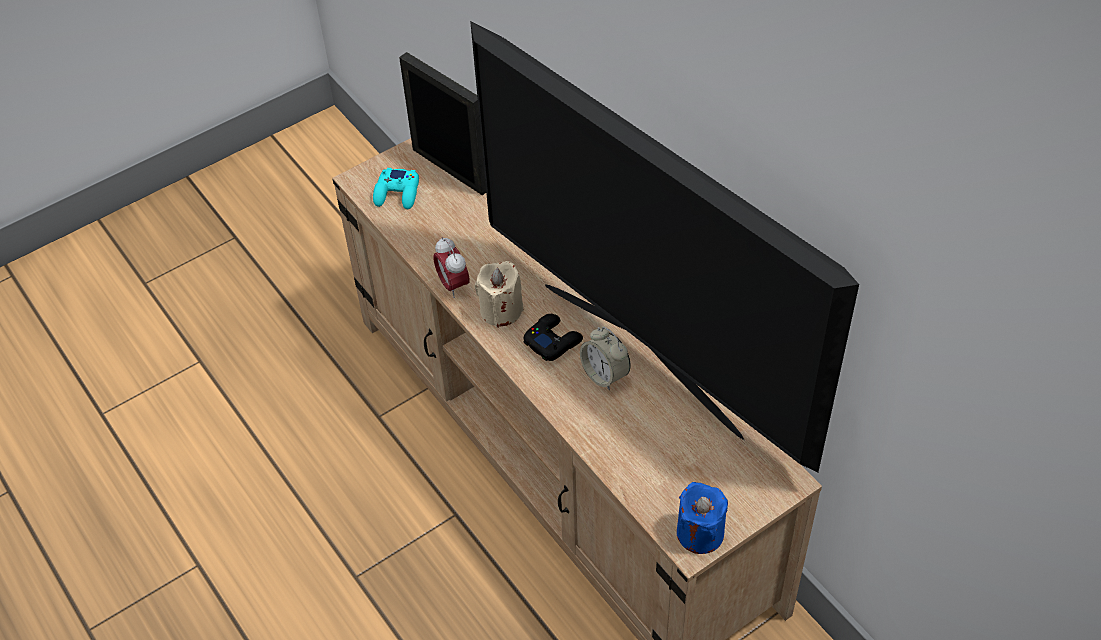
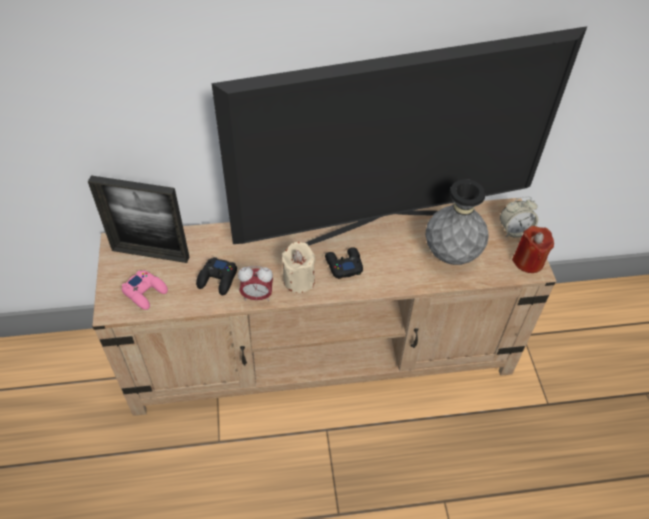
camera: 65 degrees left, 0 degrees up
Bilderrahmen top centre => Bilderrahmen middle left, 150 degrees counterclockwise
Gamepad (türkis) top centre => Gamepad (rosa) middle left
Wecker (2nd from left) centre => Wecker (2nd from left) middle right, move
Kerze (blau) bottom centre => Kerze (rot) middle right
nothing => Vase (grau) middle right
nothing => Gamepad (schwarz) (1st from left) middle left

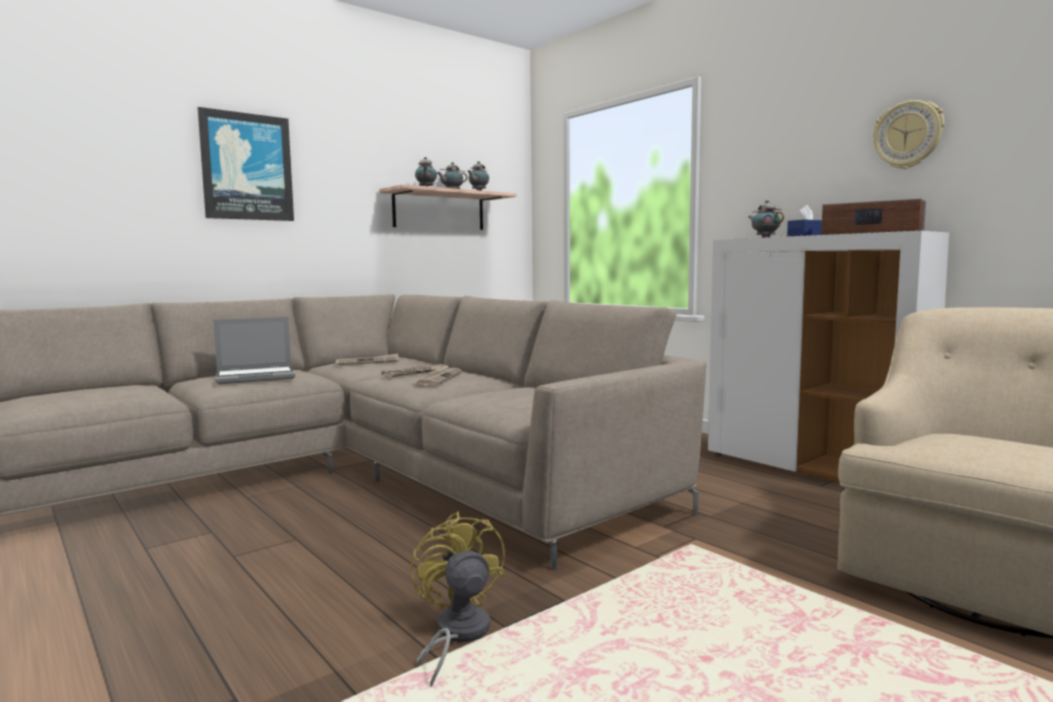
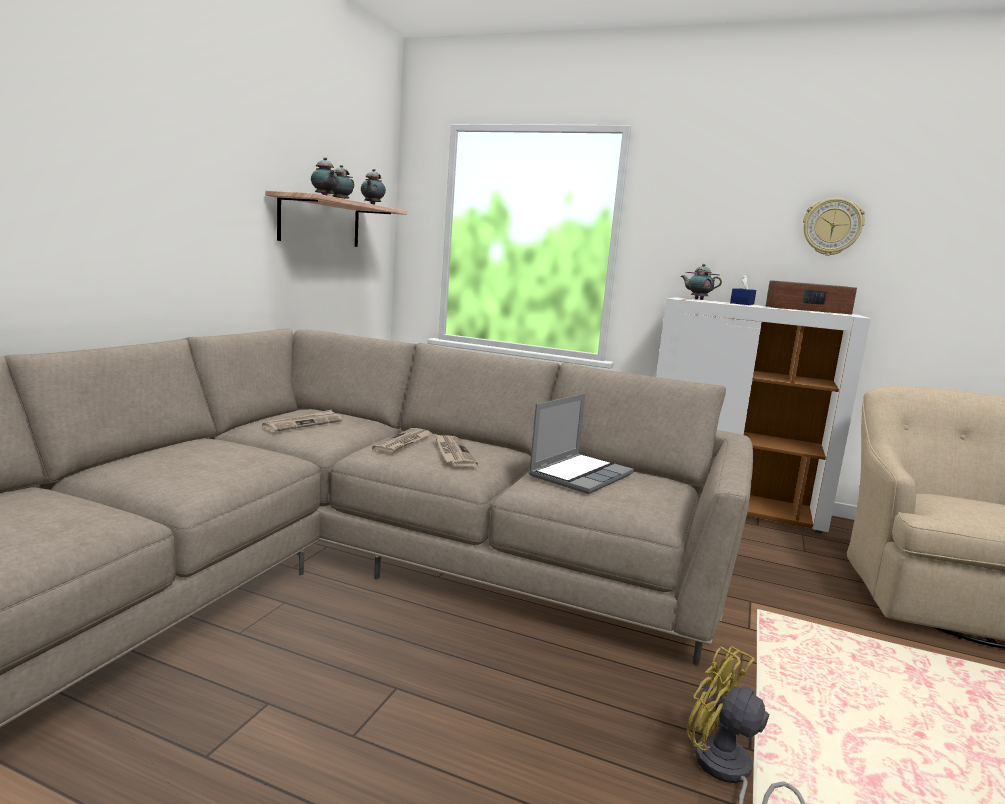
camera: 30 degrees left, 5 degrees up
Bild top left => nothing
Laptop middle left => Laptop centre, move

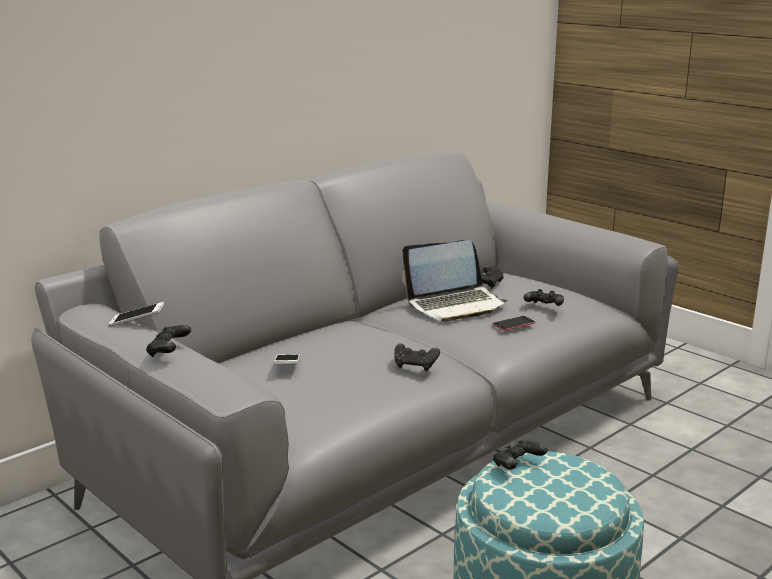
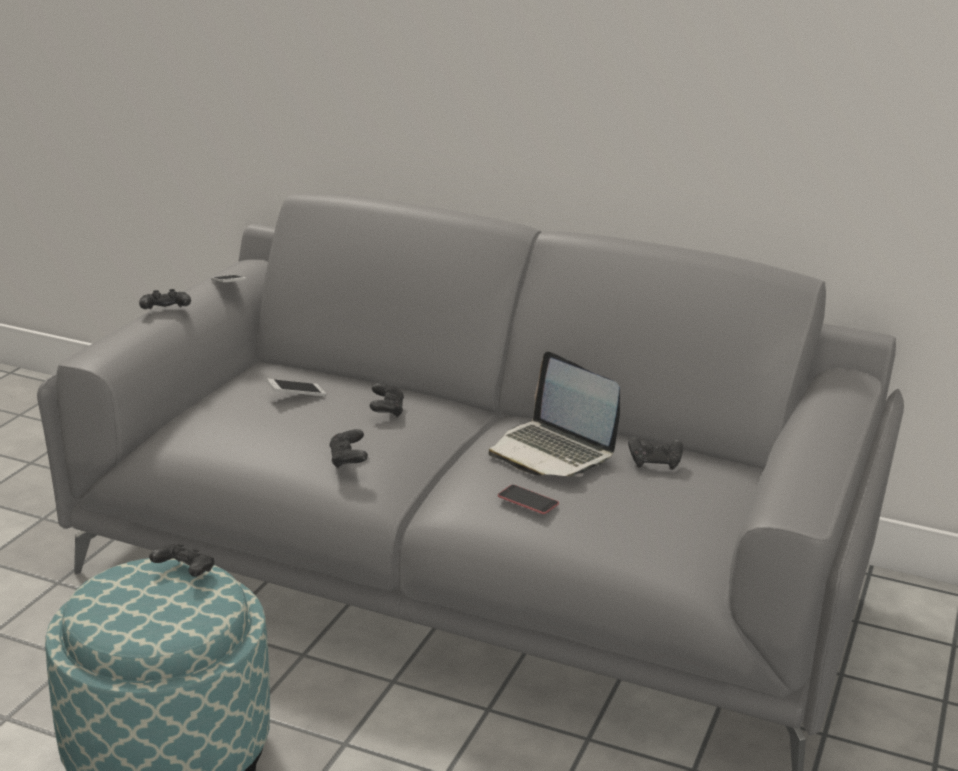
camera: 65 degrees right, 5 degrees up
Gamepad (schwarz) (5th from left in the first image) middle right => Gamepad (schwarz) (4th from left) centre, move

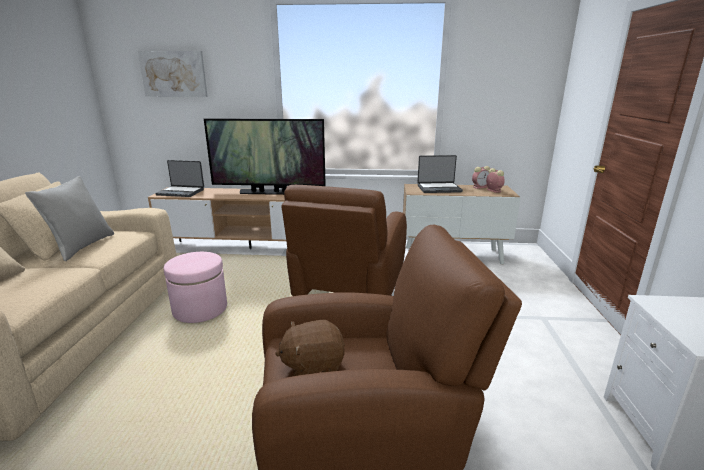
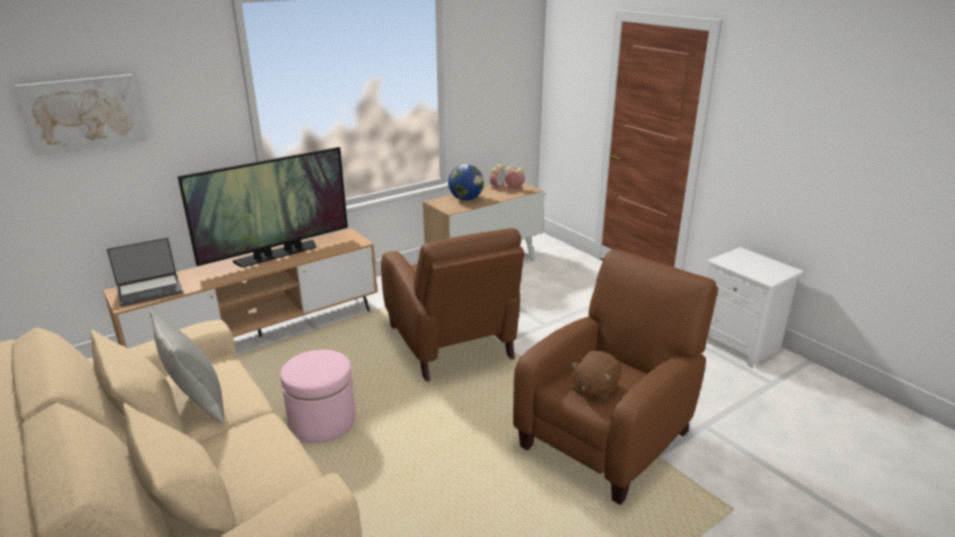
camera: 40 degrees left, 5 degrees up
Laptop (2nd from left) centre => Globus centre

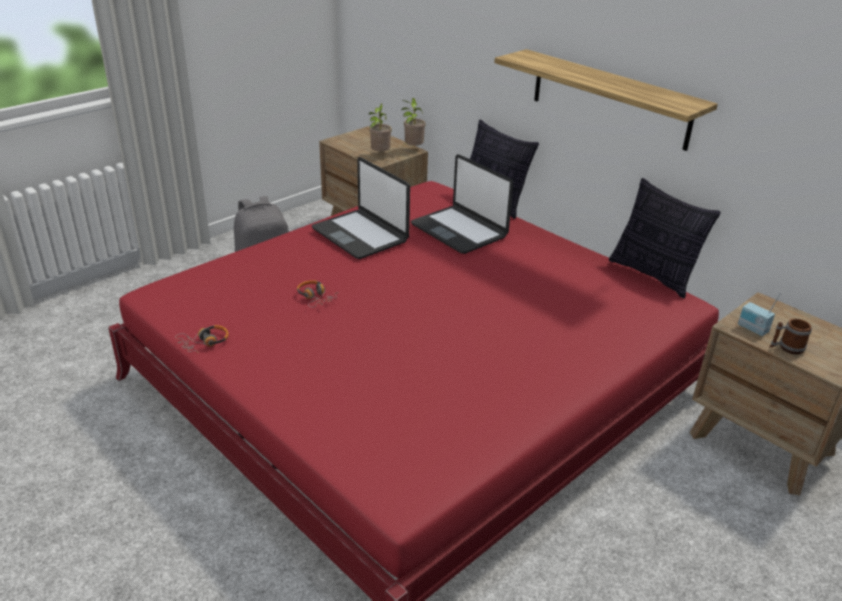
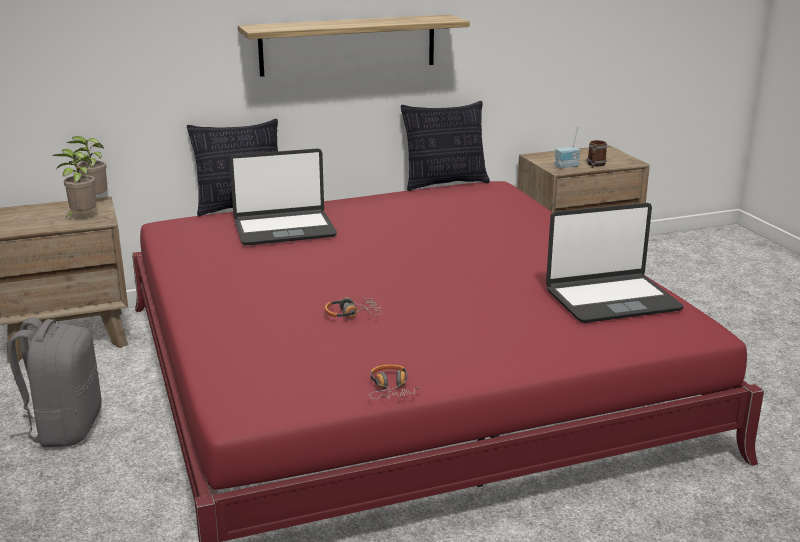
camera: 65 degrees left, 10 degrees down
Laptop (1st from left in the first image) centre => Laptop (2nd from left) middle right, move

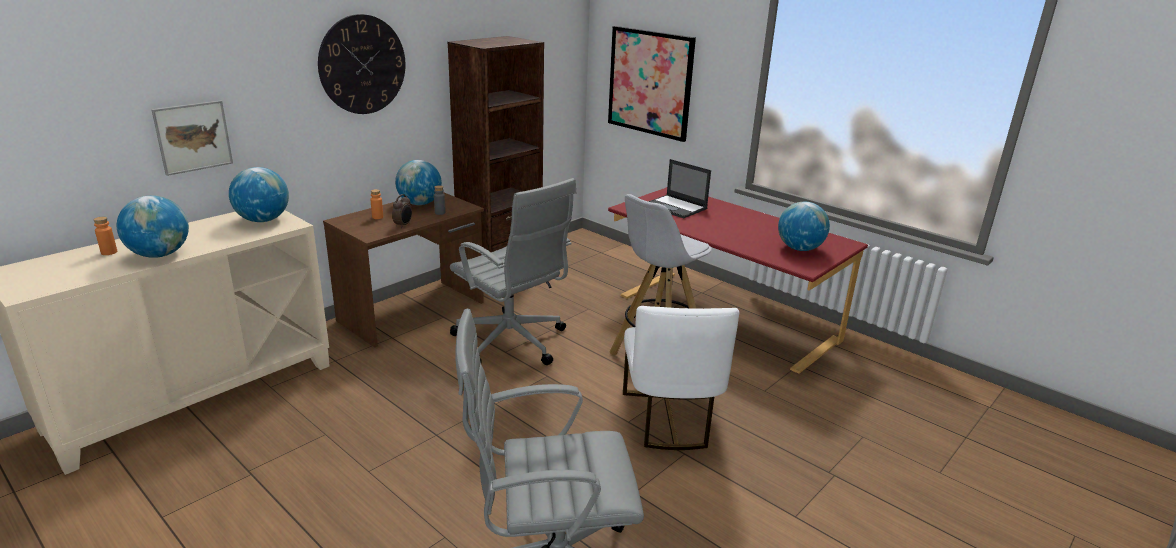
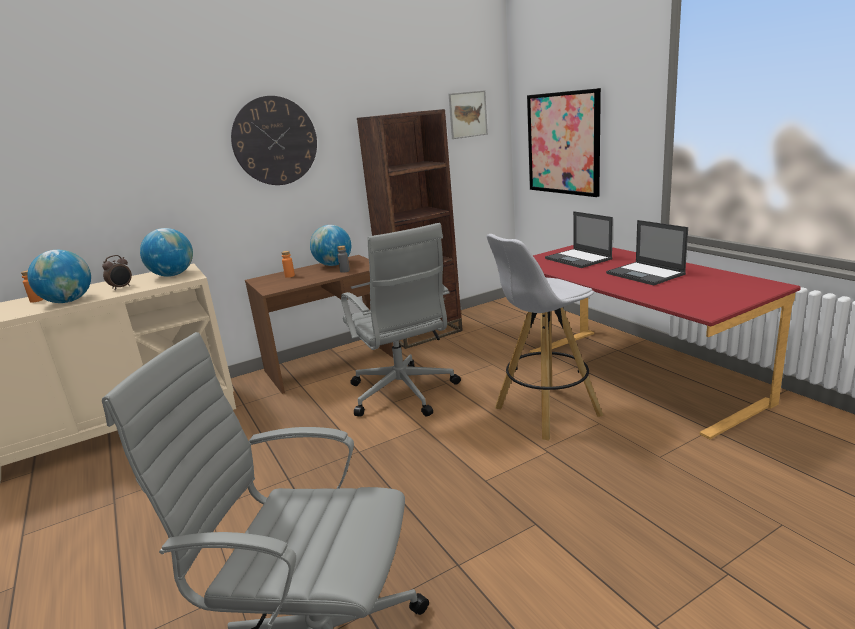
camera: 20 degrees right, 5 degrees down
Bild (1st from left) top left => Bild (1st from left) top centre, move
Wecker centre => Wecker middle left, move
Globus (4th from left) middle right => nothing
Stuhl (weiß) bottom centre => nothing
nothing => Laptop (2nd from left) middle right

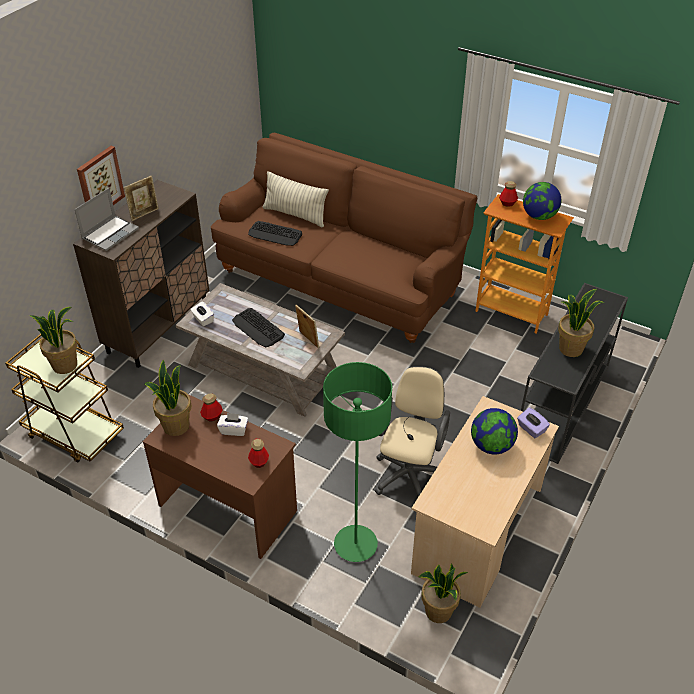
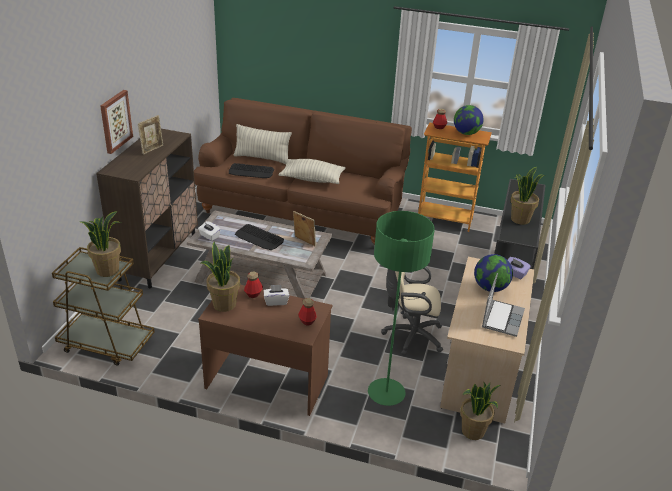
camera: 15 degrees left, 10 degrees down
Laptop top left => Laptop middle right, move
Bürostuhl (beige) centre, 90 degrees counterclockwise
nothing => Kissen (2nd from left) centre

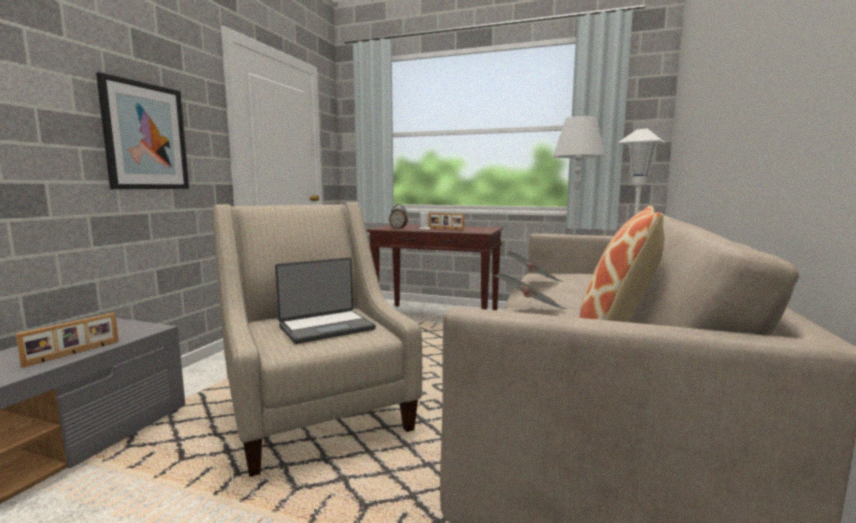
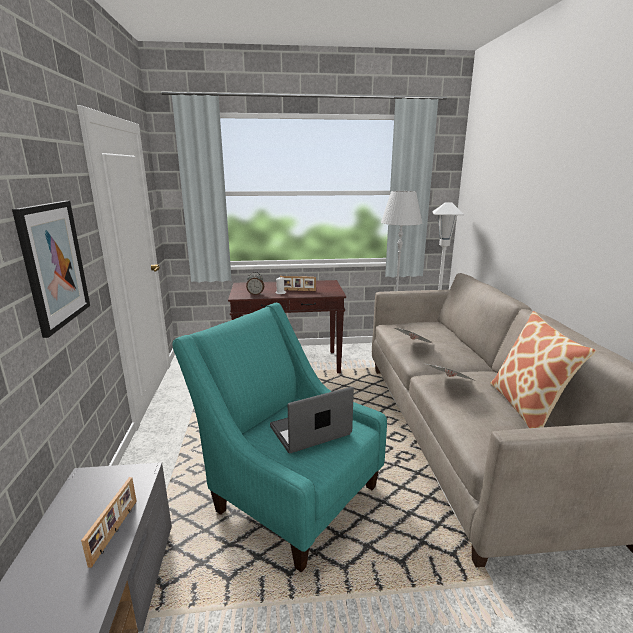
camera: 25 degrees left, 10 degrees up
Sessel (beige) centre => Sessel (türkis) bottom centre
Laptop centre, 150 degrees counterclockwise

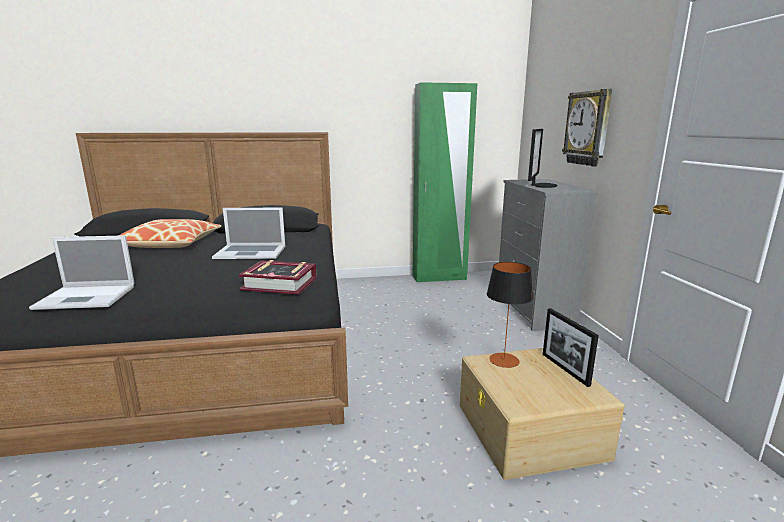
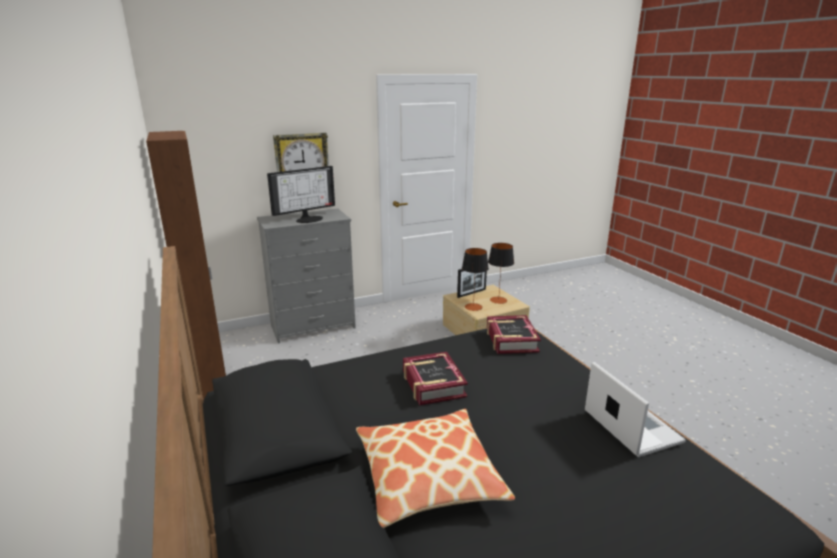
camera: 105 degrees left, 5 degrees up
Kleiderschrank (grün) centre => Kleiderschrank (braun) middle left
Monitor top right => Monitor centre, 135 degrees clockwise
Laptop (2nd from left) middle left => Buch (1st from left) bottom centre
nothing => Tischlampe (2nd from left) centre

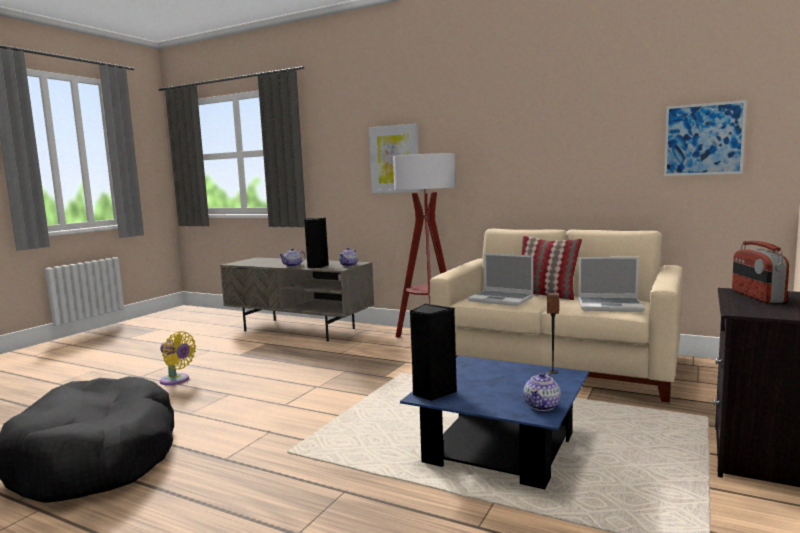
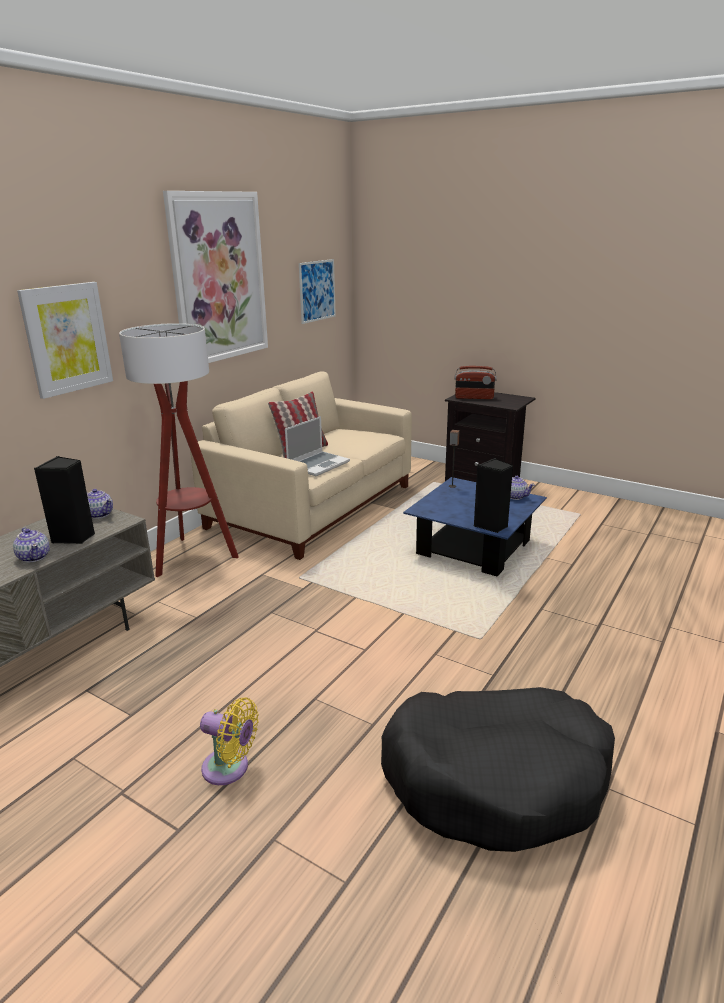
camera: 85 degrees left, 15 degrees up
Laptop (2nd from left) middle right => nothing
Ventilator (gelb) bottom left, 75 degrees clockwise
nothing => Bild (2nd from left) top left

